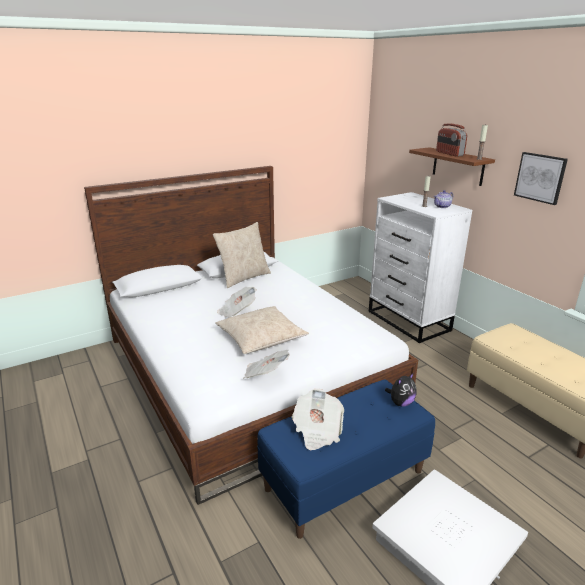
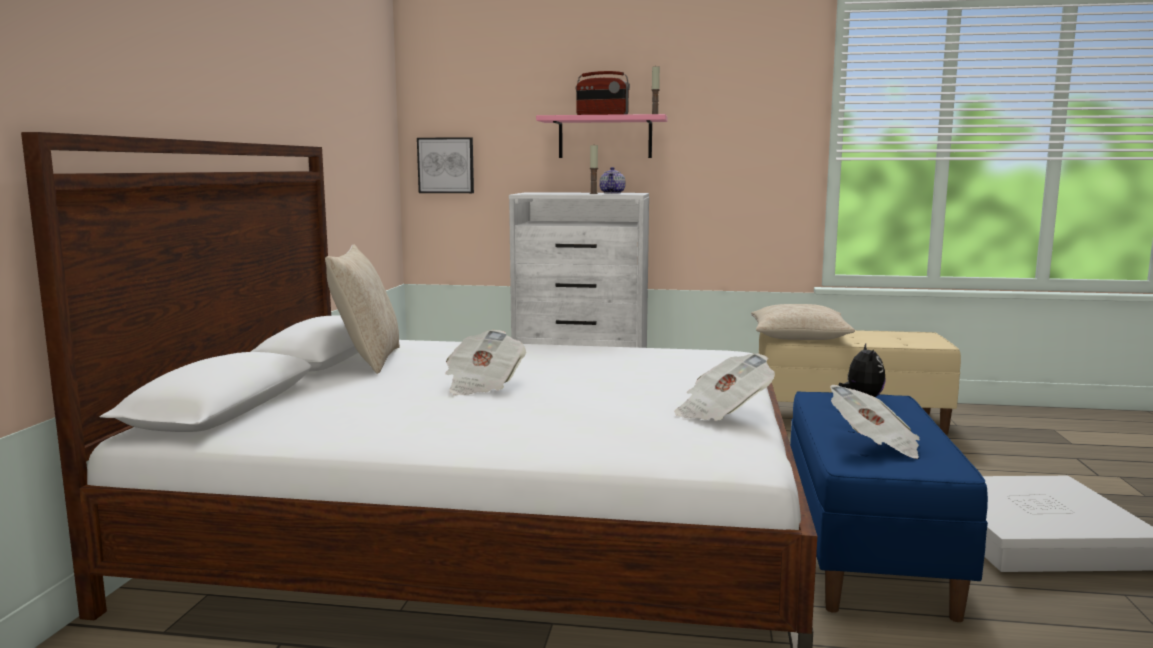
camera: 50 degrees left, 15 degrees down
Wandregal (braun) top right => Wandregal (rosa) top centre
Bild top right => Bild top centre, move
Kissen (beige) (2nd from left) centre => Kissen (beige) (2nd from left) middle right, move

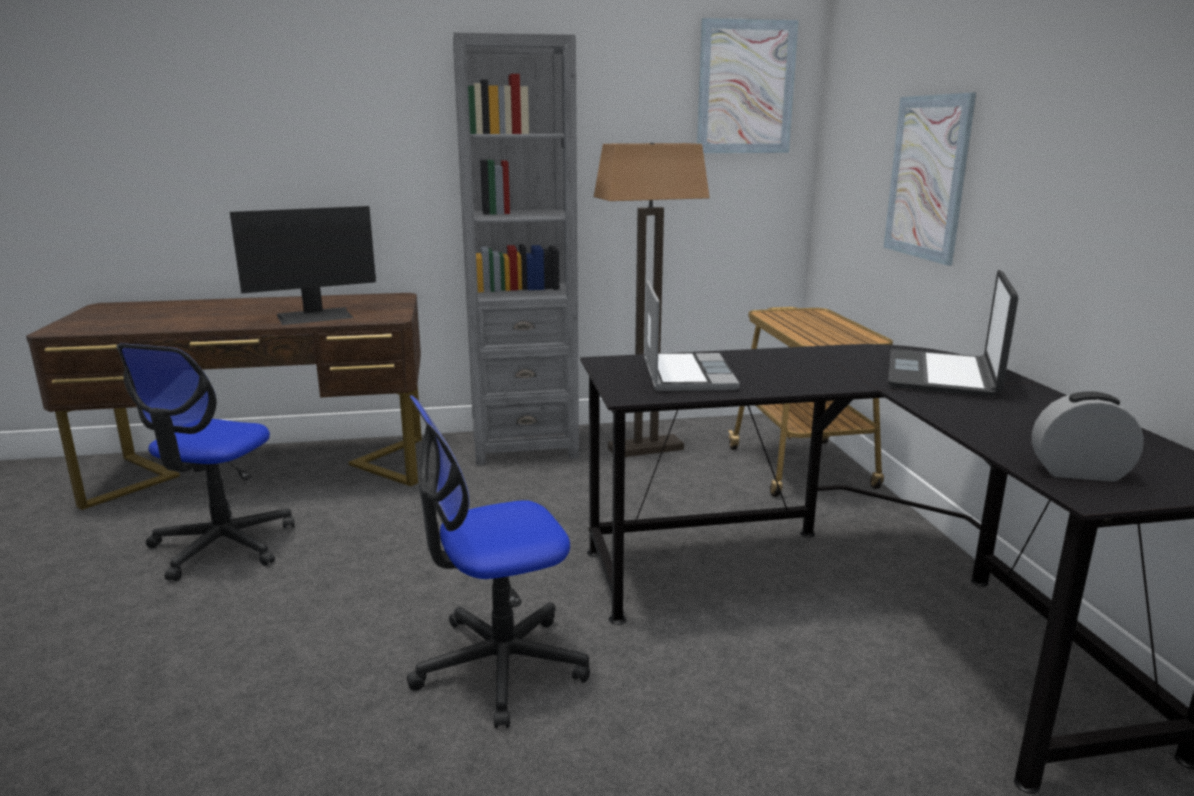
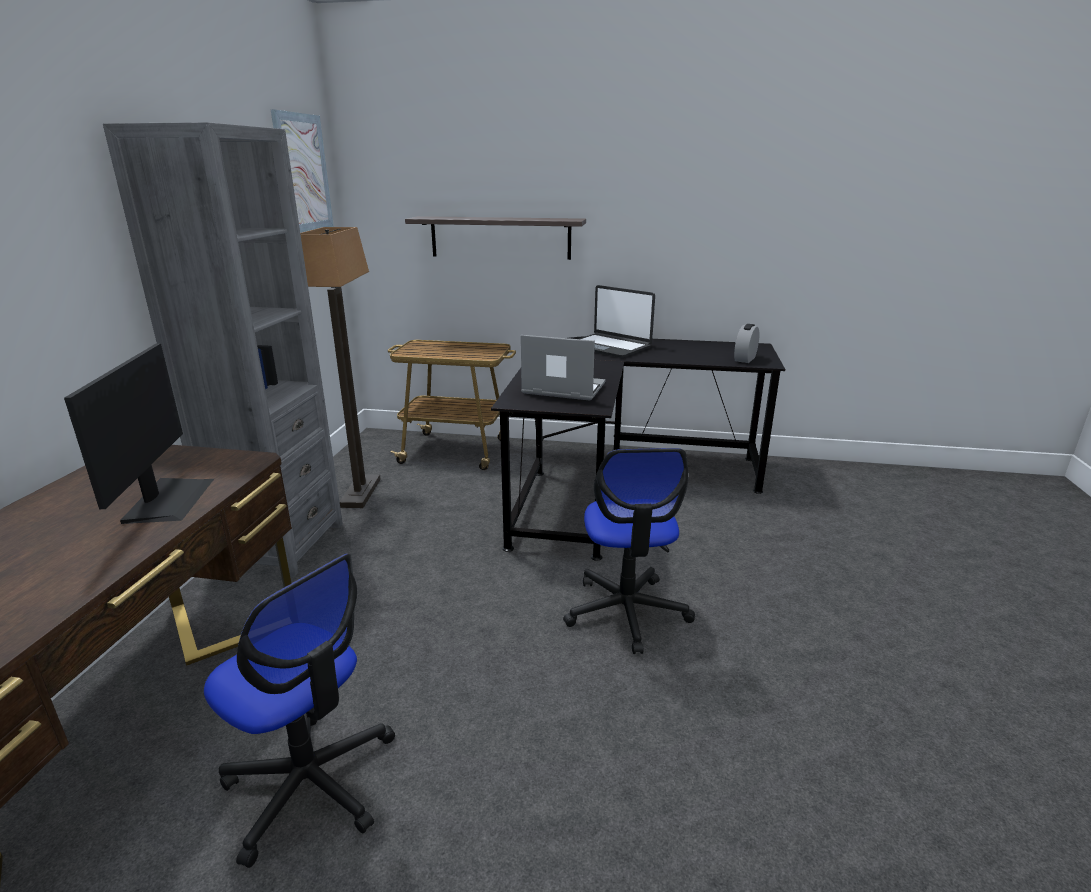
camera: 70 degrees left, 5 degrees up
Bild (2nd from left) top right => Wandregal top centre

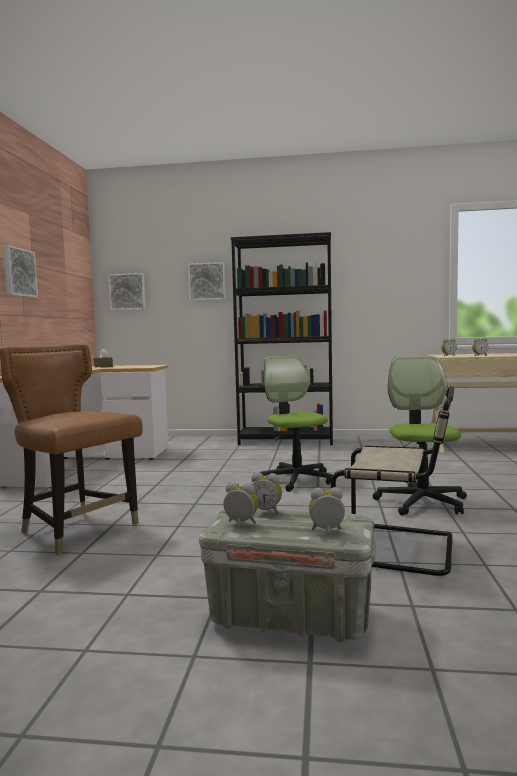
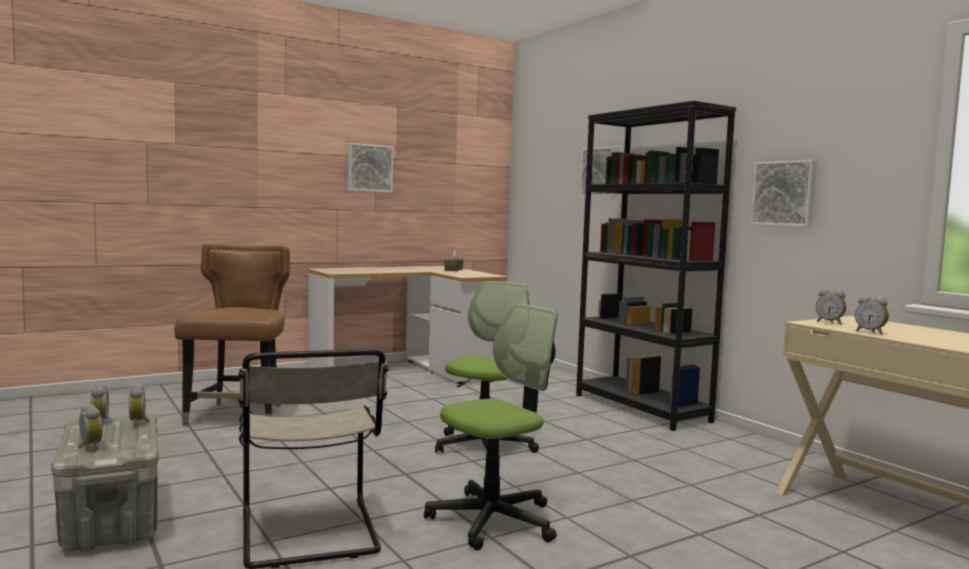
camera: 50 degrees right, 0 degrees up
Bild (2nd from left in the first image) middle left => Bild (3rd from left) middle right, move

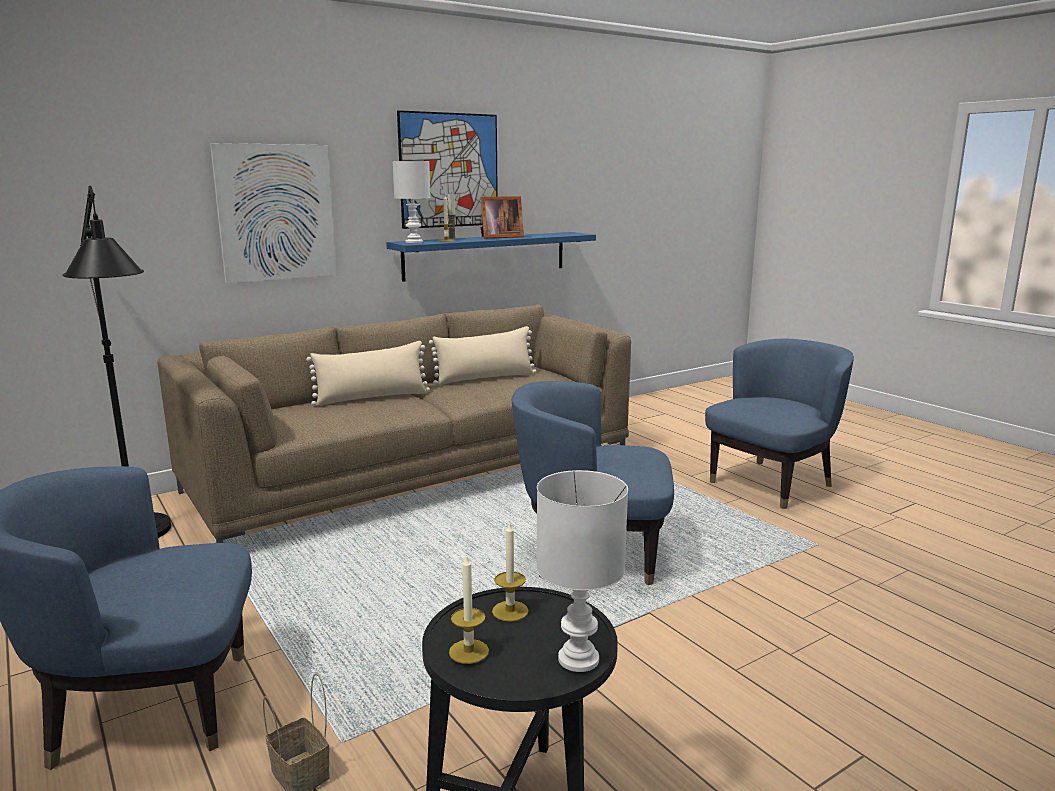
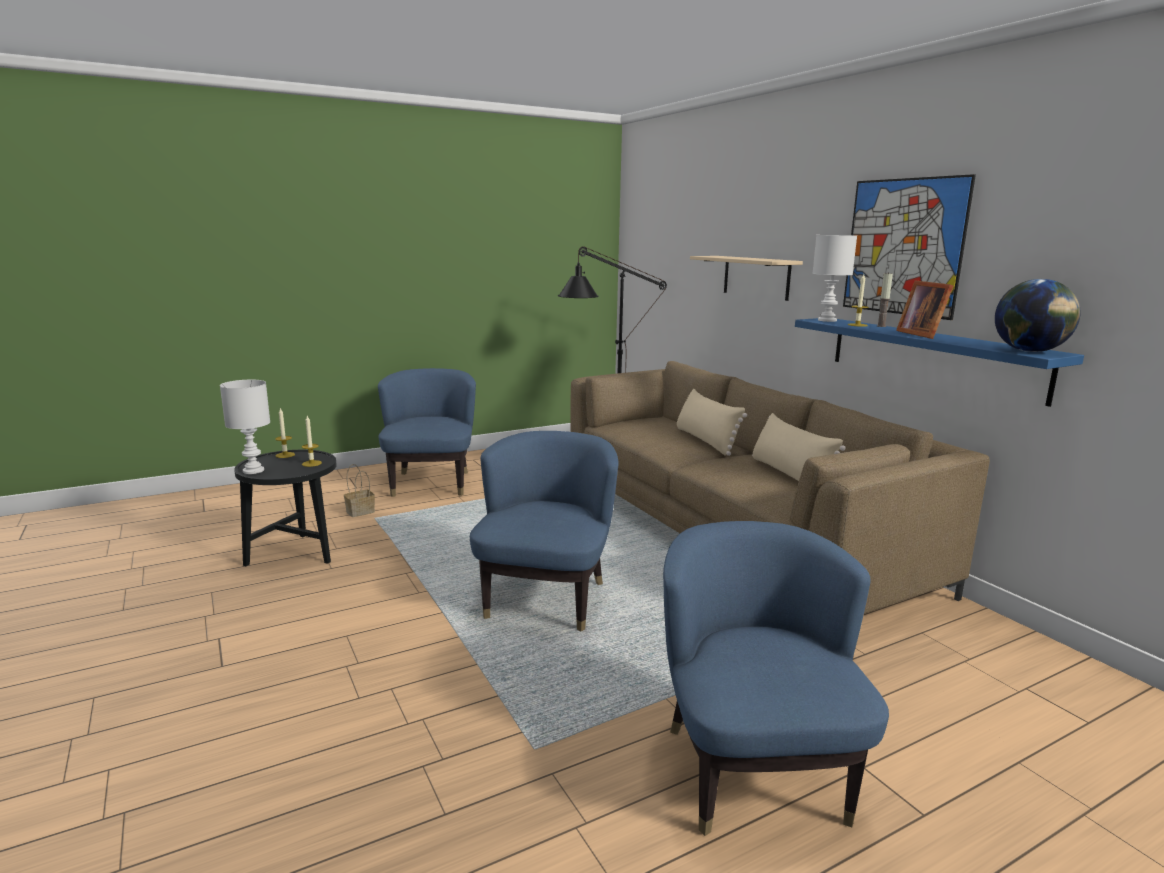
camera: 95 degrees right, 0 degrees up
Bild (1st from left) top left => Wandregal (beige) top centre
Sessel (blau) (3rd from left) middle right => Sessel (blau) (3rd from left) bottom right, 150 degrees counterclockwise
nothing => Globus middle right

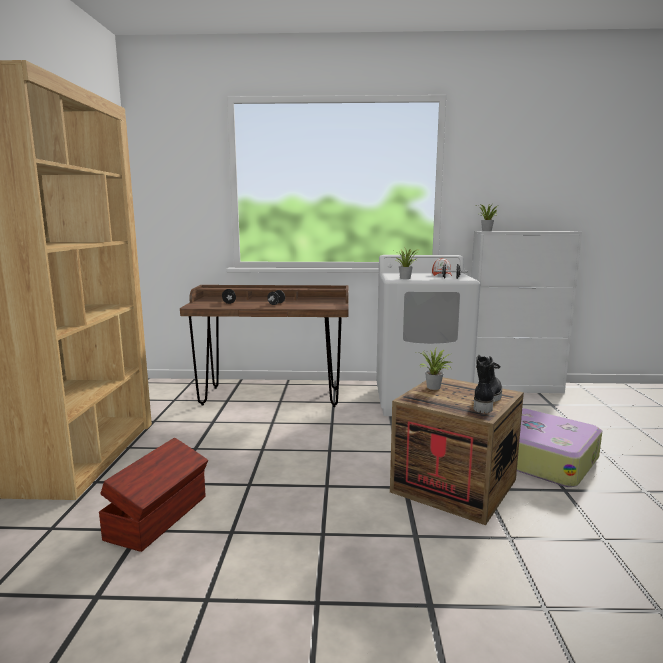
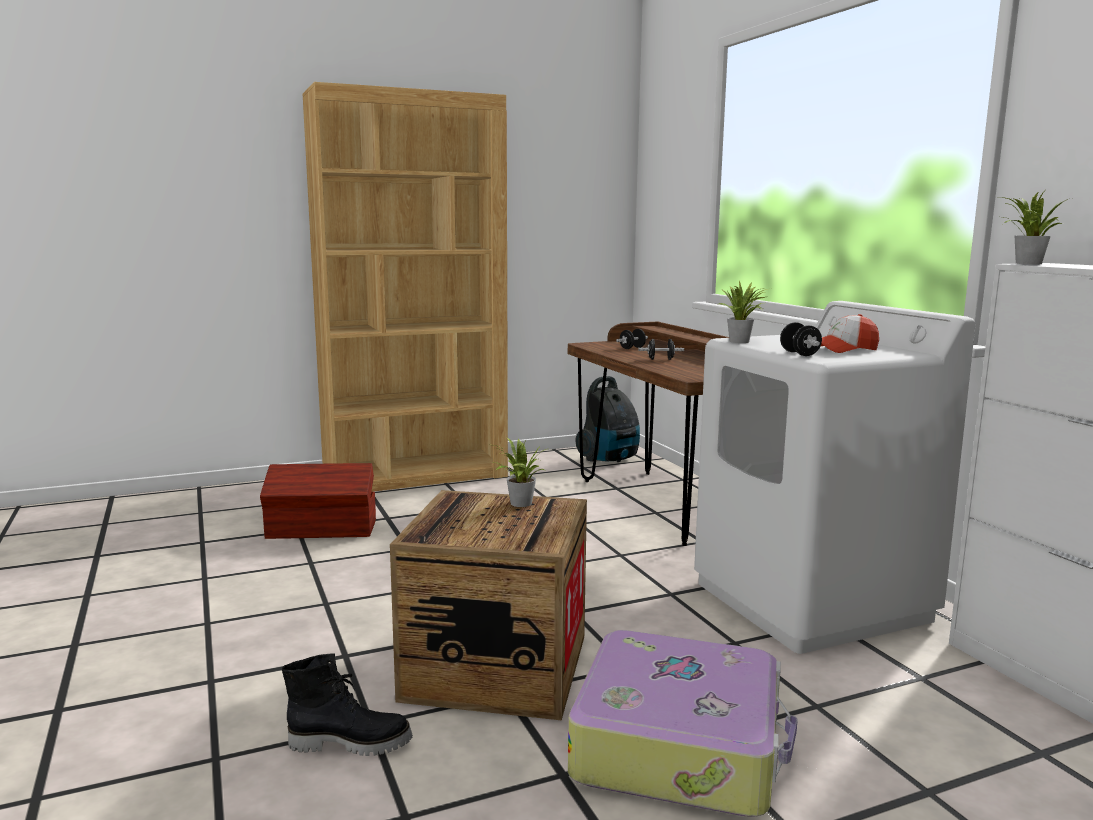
camera: 65 degrees right, 0 degrees up
Stiefel (schwarz) middle right => Stiefel (schwarz) bottom left, move
nothing => Staubsauger centre

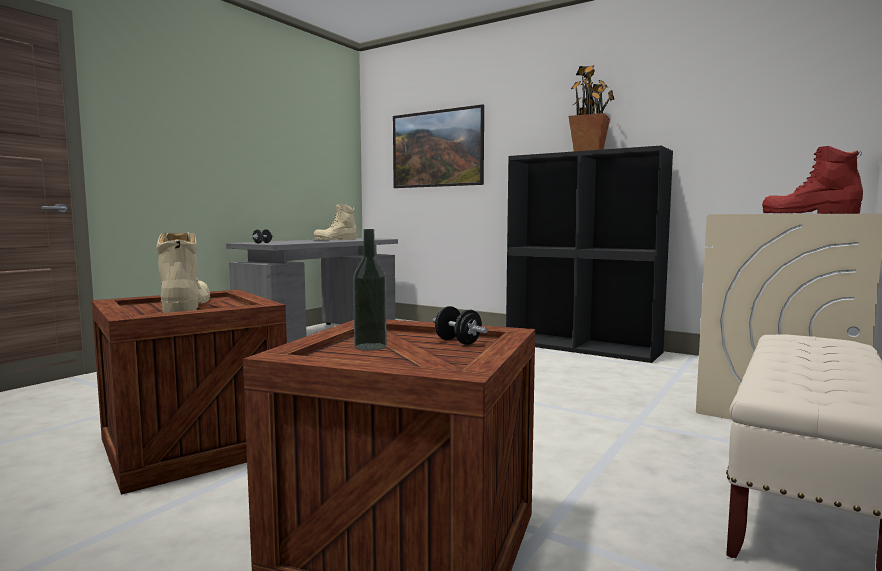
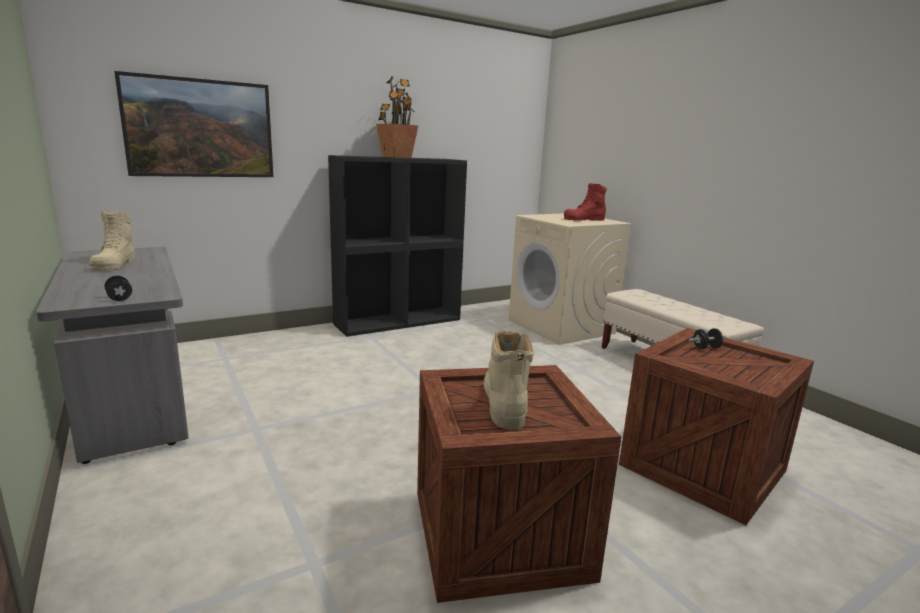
camera: 65 degrees left, 10 degrees up
Flasche centre => nothing
Stiefel (beige) (1st from left in the first image) middle left => Stiefel (beige) (2nd from left) centre, 75 degrees clockwise

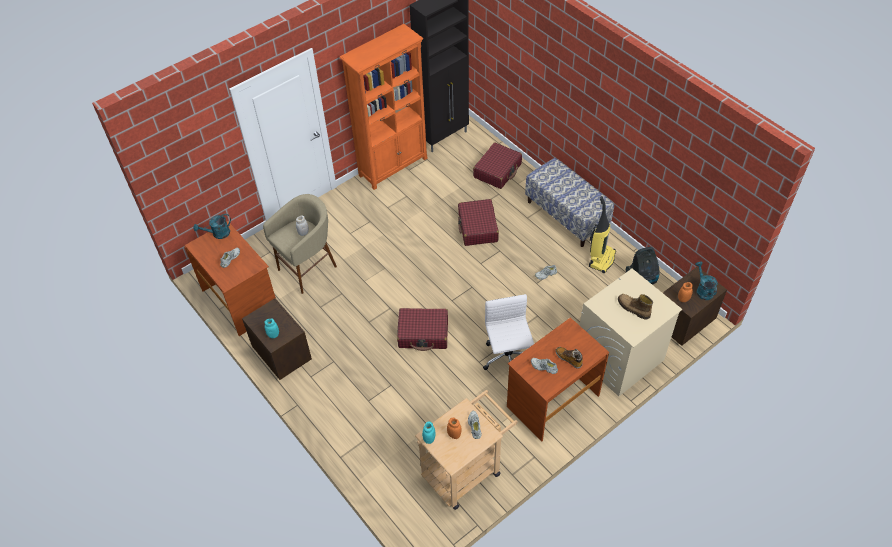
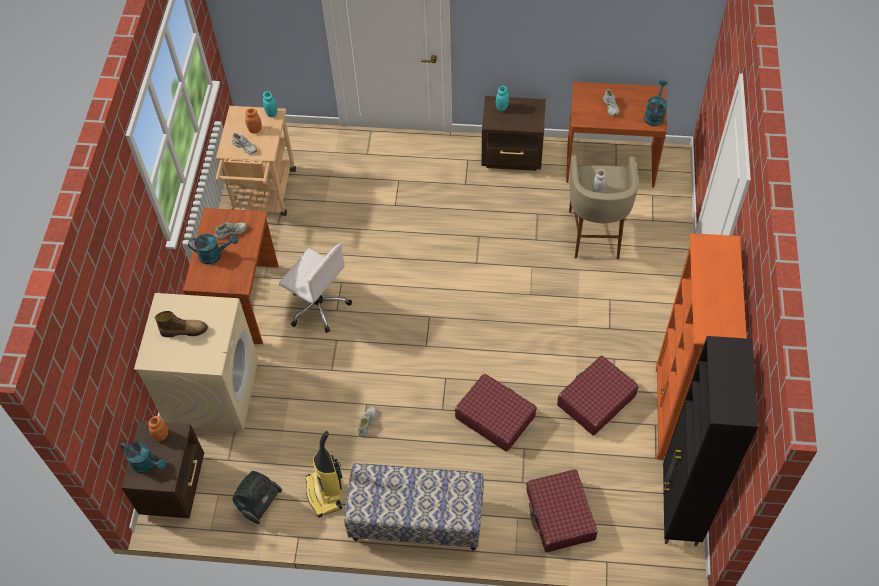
camera: 135 degrees right, 5 degrees up
Koffer (rot) (1st from left in the first image) centre => Koffer (rot) (3rd from left) bottom right, move
Stiefel (1st from left) centre => Gießkanne (türkis) (2nd from left) middle left

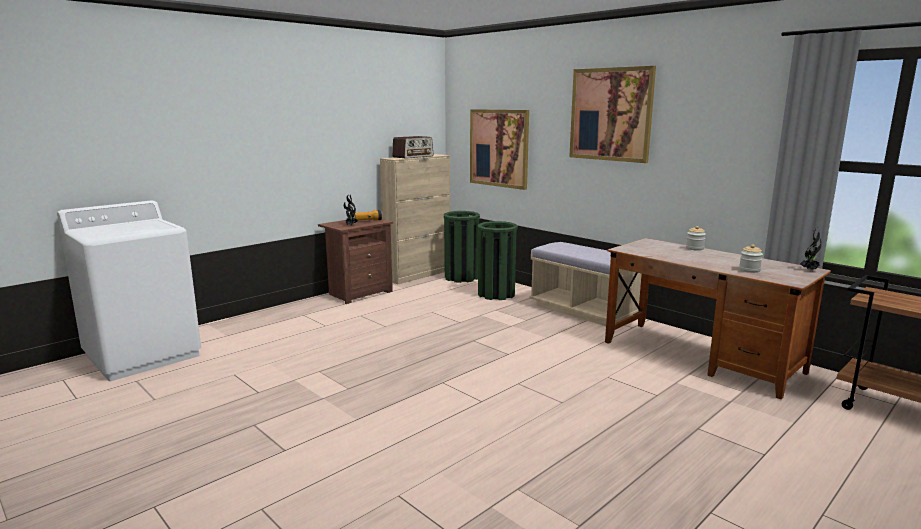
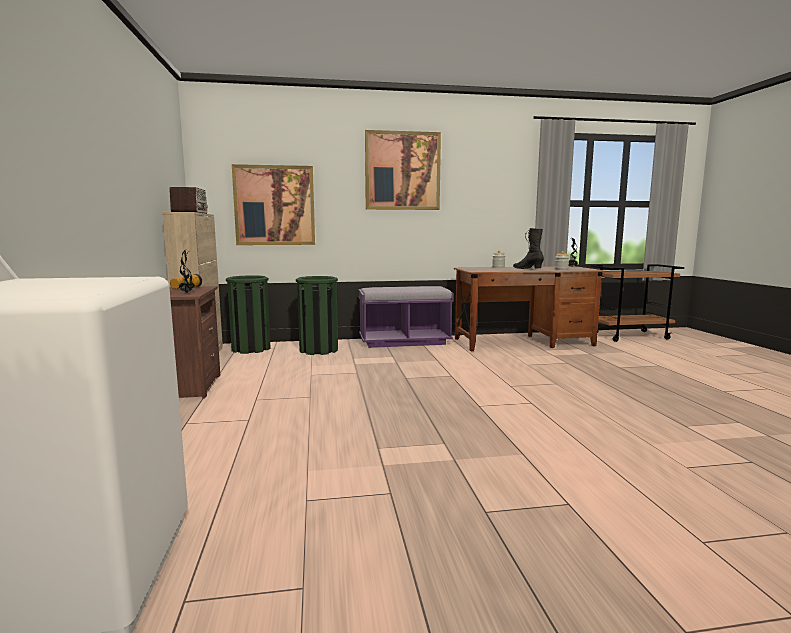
camera: 55 degrees left, 5 degrees down
Bank (beige) centre => Bank (lila) centre
nothing => Stiefel (schwarz) middle right

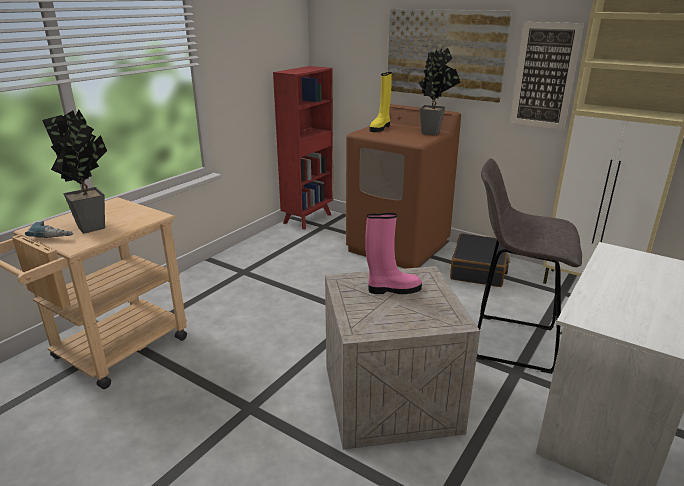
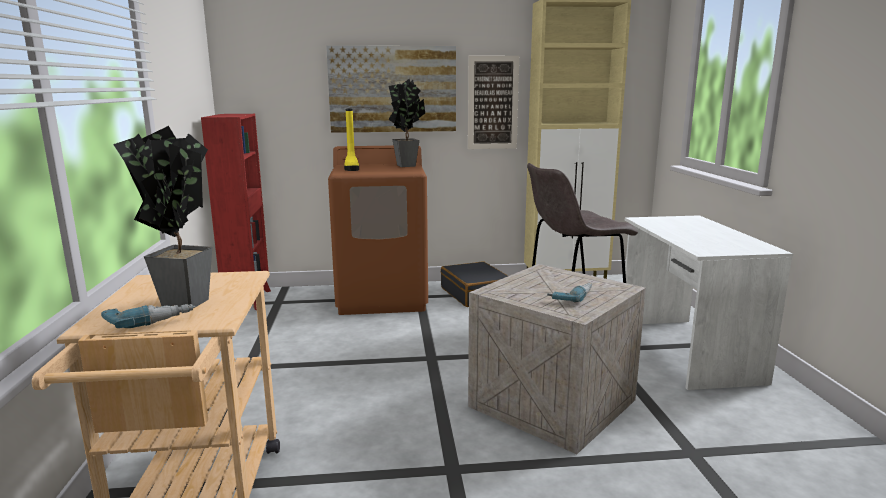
camera: 40 degrees left, 10 degrees down
Stiefel (rosa) centre => nothing
nothing => Bohrmaschine (2nd from left) centre

